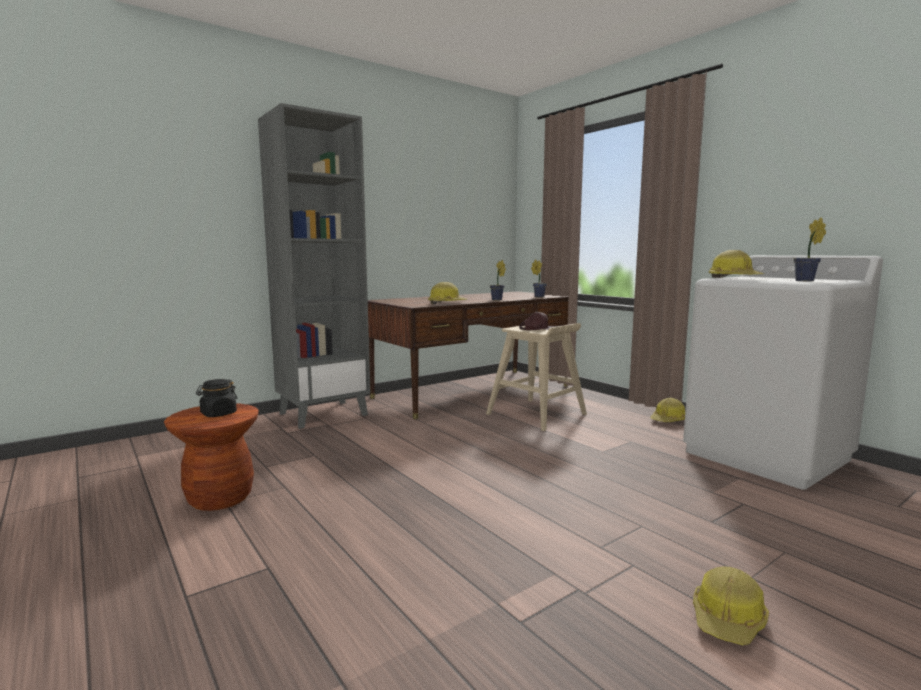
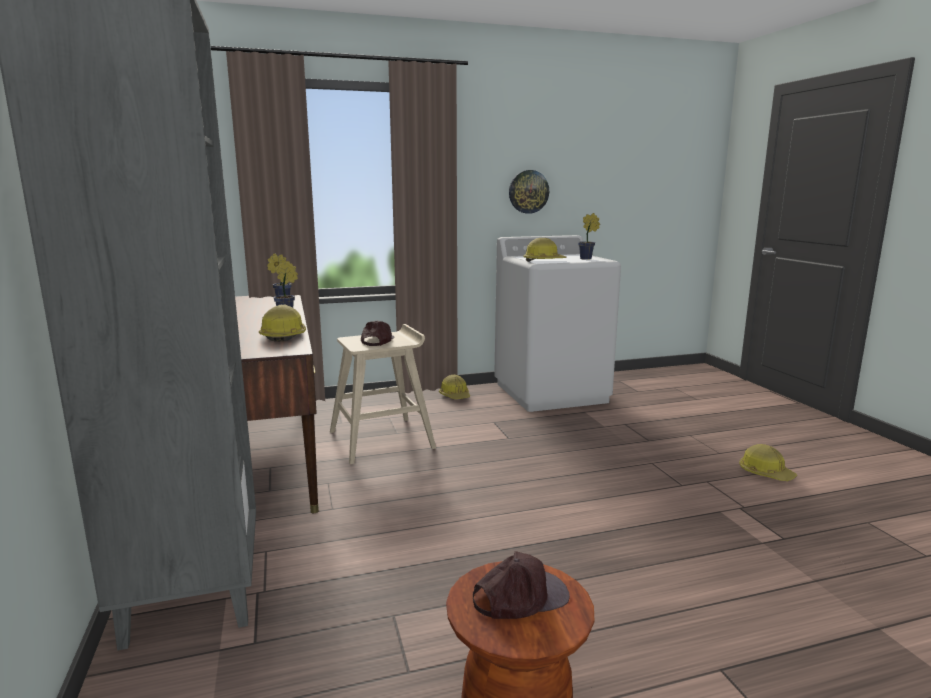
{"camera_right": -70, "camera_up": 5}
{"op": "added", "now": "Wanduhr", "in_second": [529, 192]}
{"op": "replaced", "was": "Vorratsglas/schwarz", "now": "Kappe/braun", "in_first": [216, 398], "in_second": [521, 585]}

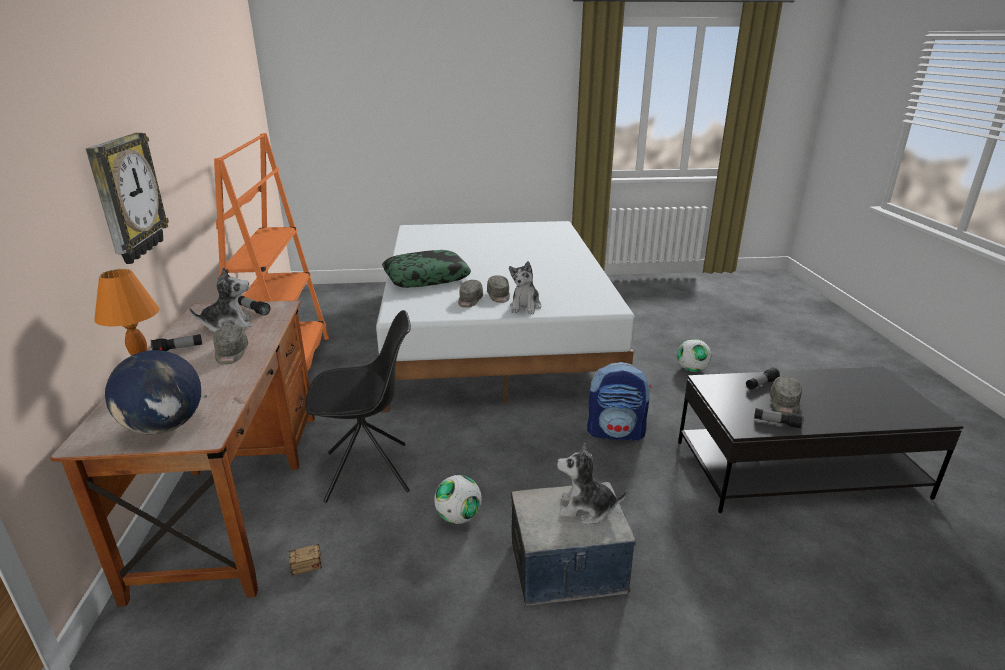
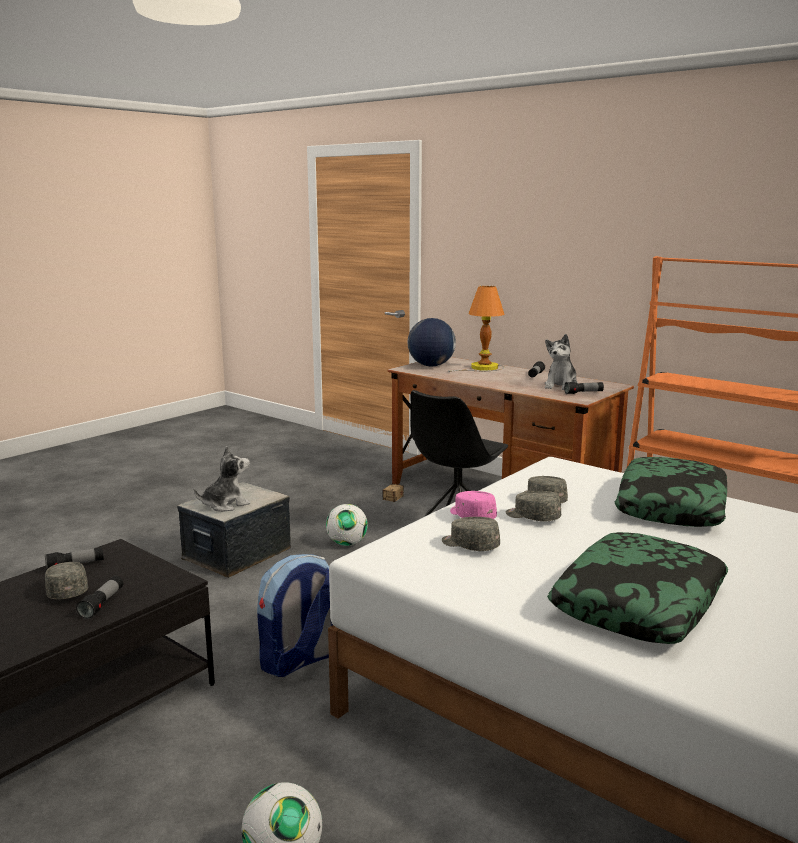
{"camera_right": 135, "camera_up": -10}
{"op": "removed", "was": "Wanduhr", "in_first": [127, 198]}
{"op": "added", "now": "Kissen", "in_second": [638, 588]}
{"op": "moved", "was": "Kappe/grau", "in_first": [230, 344], "in_second": [471, 534]}
{"op": "replaced", "was": "Plüschtier", "now": "Kappe/rosa", "in_first": [525, 288], "in_second": [473, 505]}

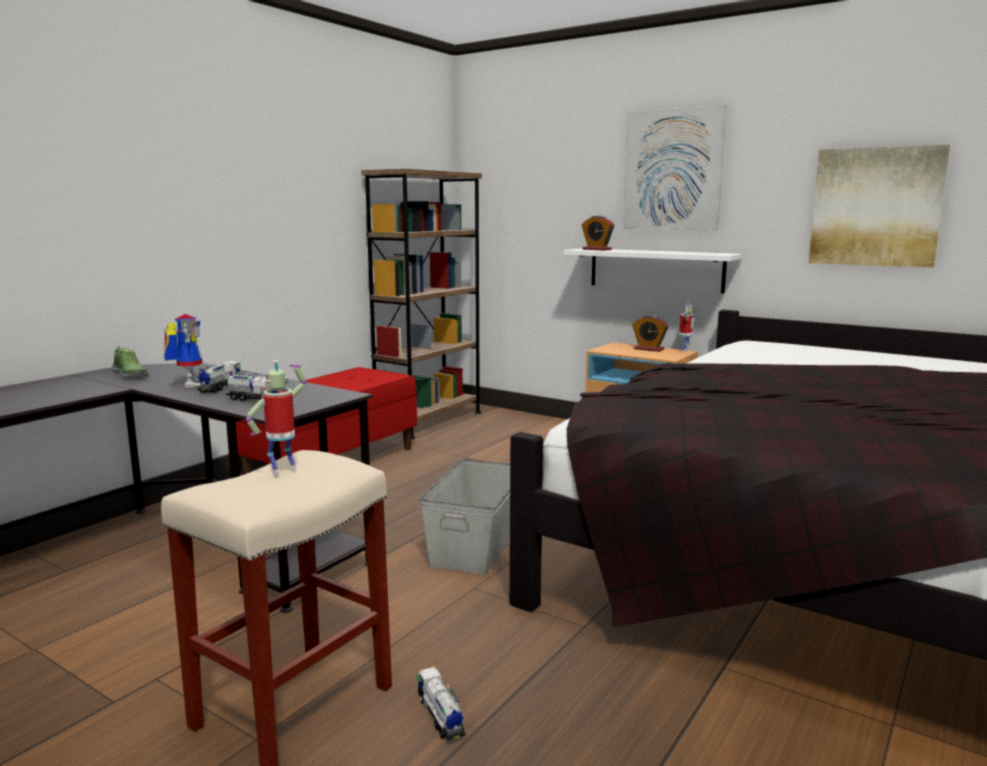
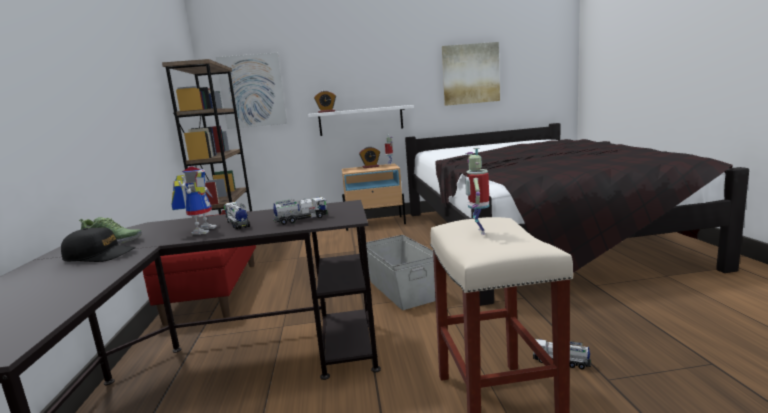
{"camera_right": -40, "camera_up": 0}
{"op": "added", "now": "Kappe/schwarz", "in_second": [98, 245]}
{"op": "moved", "was": "Bild", "in_first": [675, 167], "in_second": [251, 91]}
{"op": "turned", "was": "Spielzeugroboter", "in_first": [183, 350], "in_second": [194, 200], "clockwise": 60}

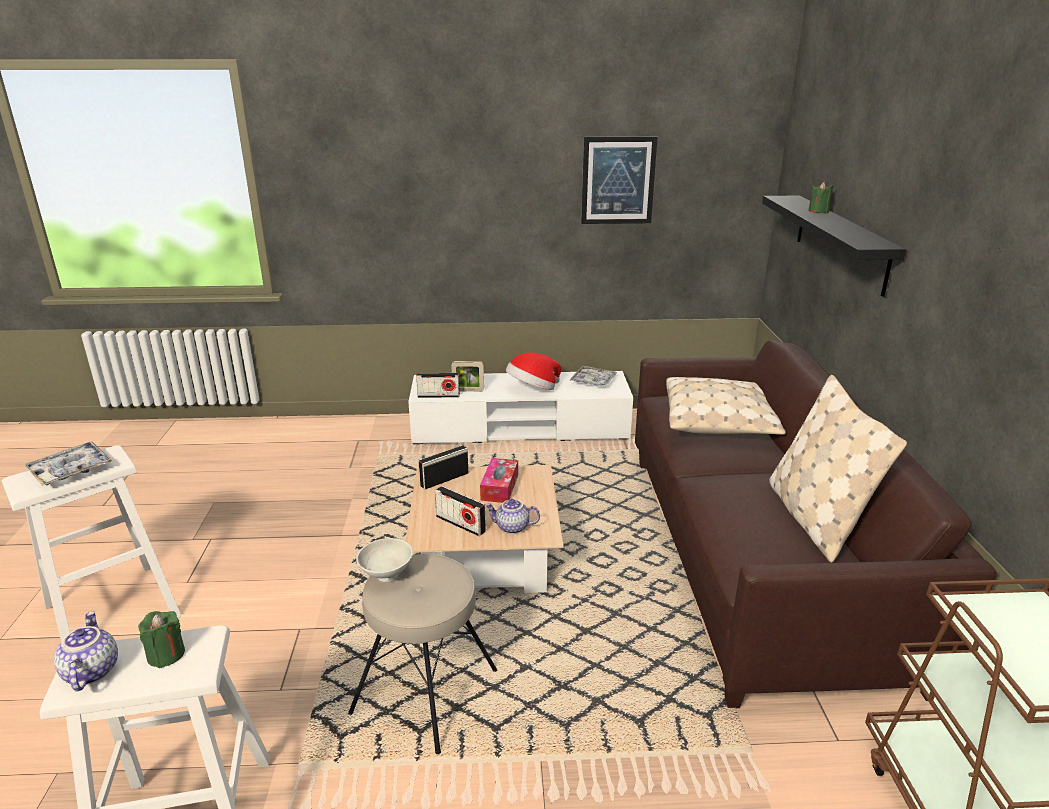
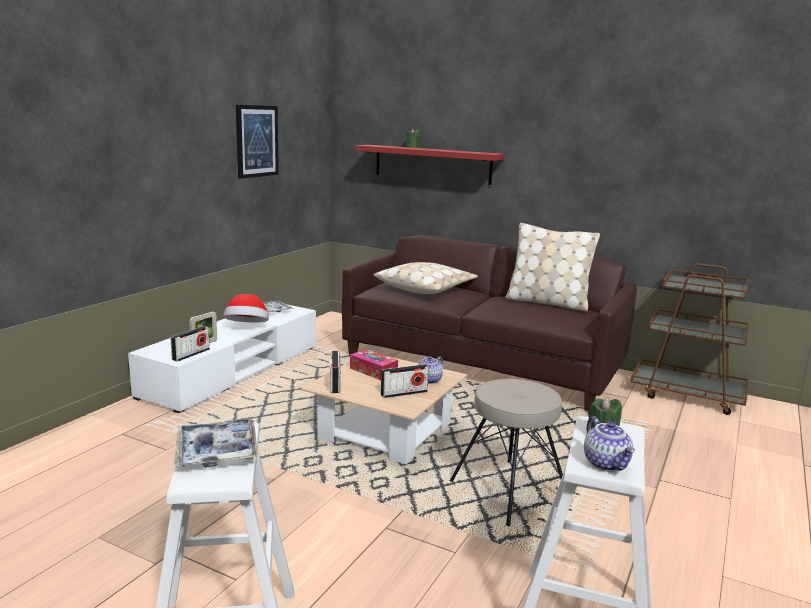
{"camera_right": -60, "camera_up": -10}
{"op": "removed", "was": "Schüssel/weiß", "in_first": [384, 560]}
{"op": "recoloured", "was": "Wandregal/schwarz", "now": "Wandregal/rot", "in_first": [834, 246], "in_second": [430, 165]}
{"op": "turned", "was": "Teekanne", "in_first": [86, 651], "in_second": [609, 444], "clockwise": -120}

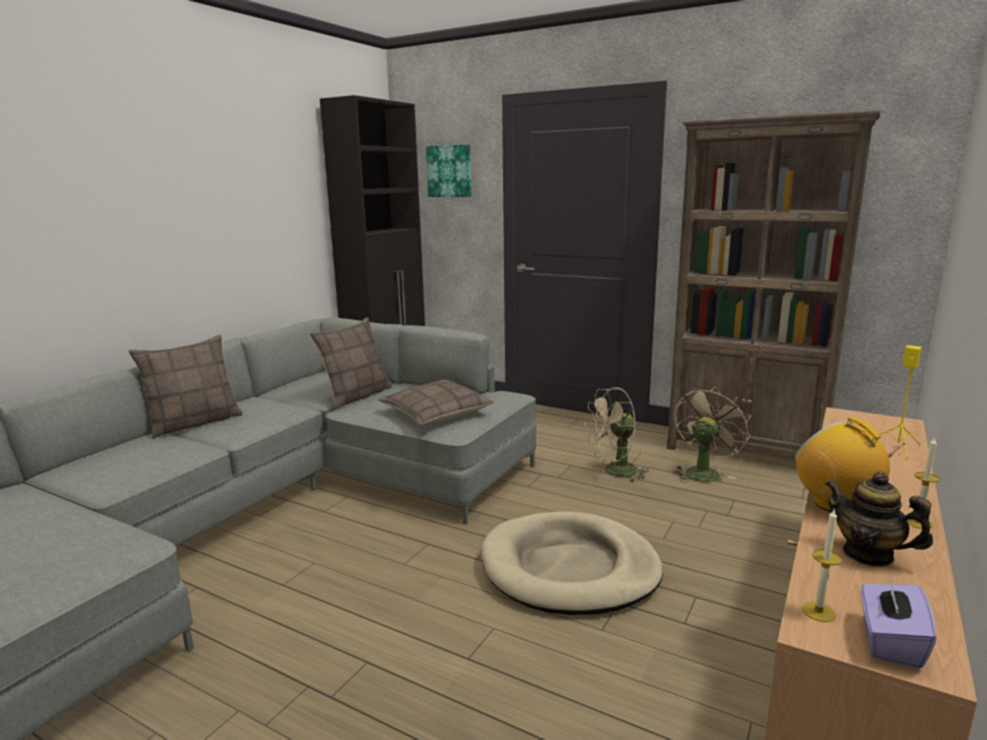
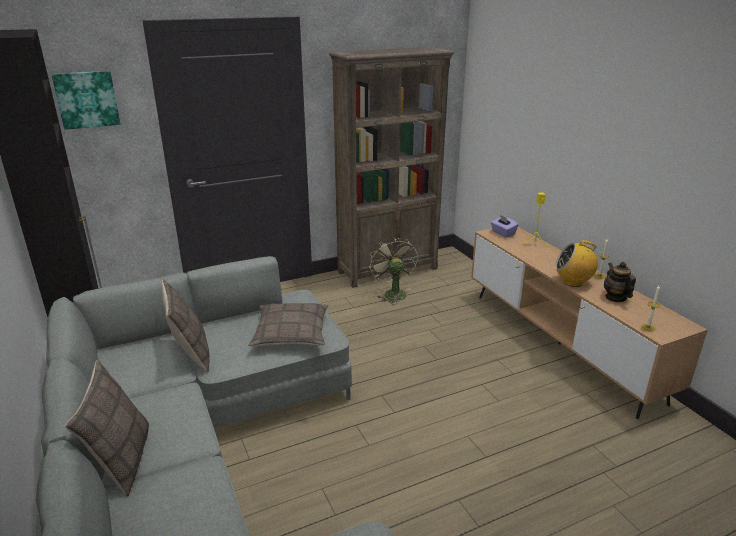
{"camera_right": -55, "camera_up": 10}
{"op": "removed", "was": "Hundebett/beige", "in_first": [572, 563]}
{"op": "removed", "was": "Ventilator/beige", "in_first": [616, 435]}
{"op": "moved", "was": "Taschentuchbox/lila", "in_first": [898, 621], "in_second": [504, 226]}
{"op": "turned", "was": "Teekanne", "in_first": [879, 519], "in_second": [620, 282], "clockwise": 90}

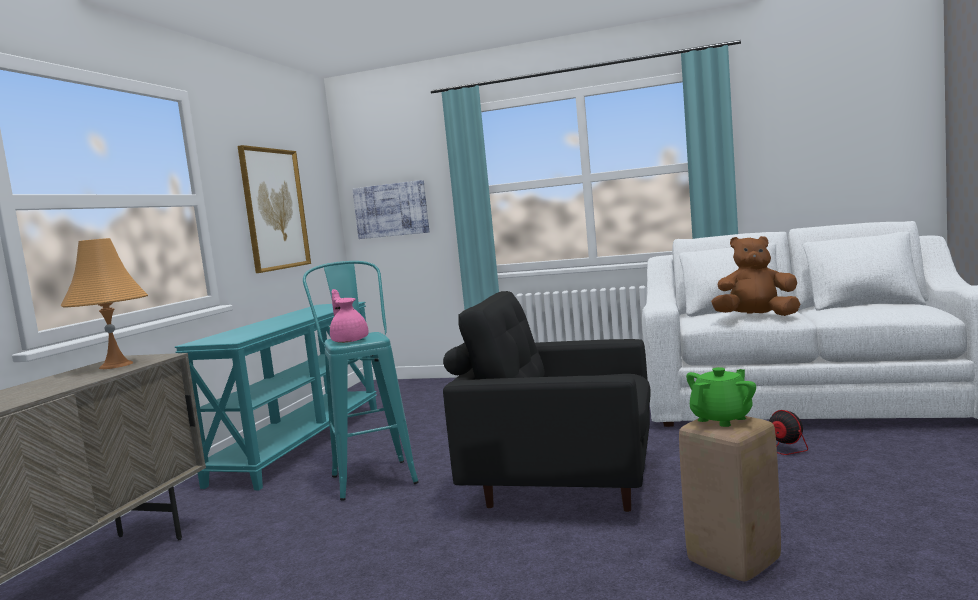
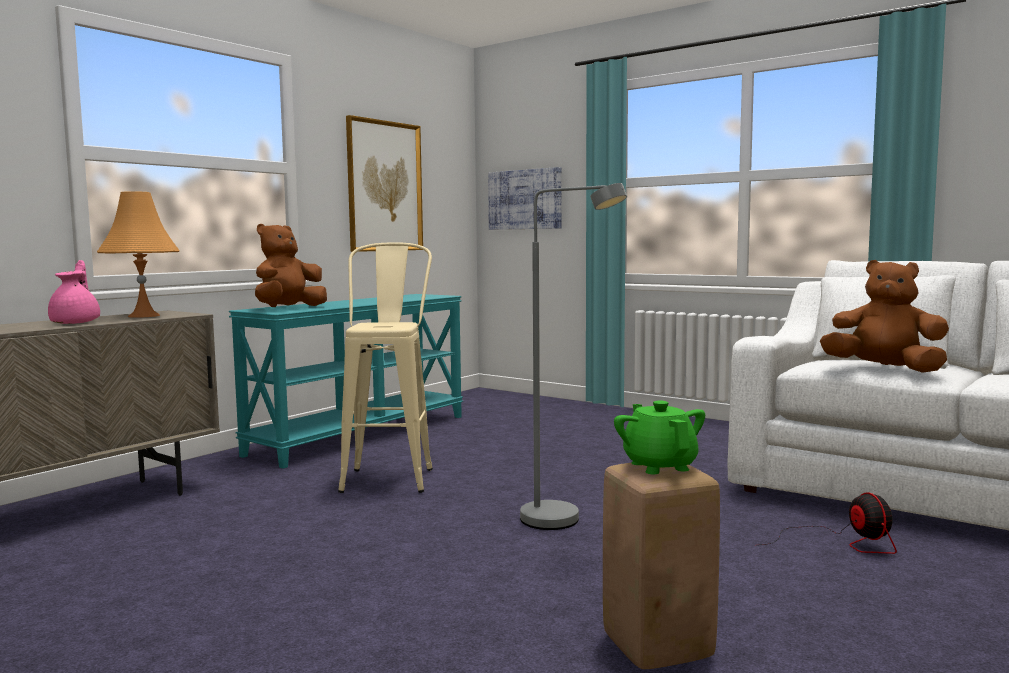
{"camera_right": 20, "camera_up": 0}
{"op": "added", "now": "Plüschtier/braun", "in_second": [291, 265]}
{"op": "moved", "was": "Teekanne/rosa", "in_first": [349, 316], "in_second": [74, 292]}
{"op": "replaced", "was": "Sessel/schwarz", "now": "Stehlampe/grau", "in_first": [547, 401], "in_second": [573, 356]}
{"op": "recoloured", "was": "Hocker/türkis", "now": "Hocker/beige", "in_first": [361, 380], "in_second": [385, 367]}
{"op": "turned", "was": "Teekanne/grün", "in_first": [721, 397], "in_second": [659, 437], "clockwise": -90}

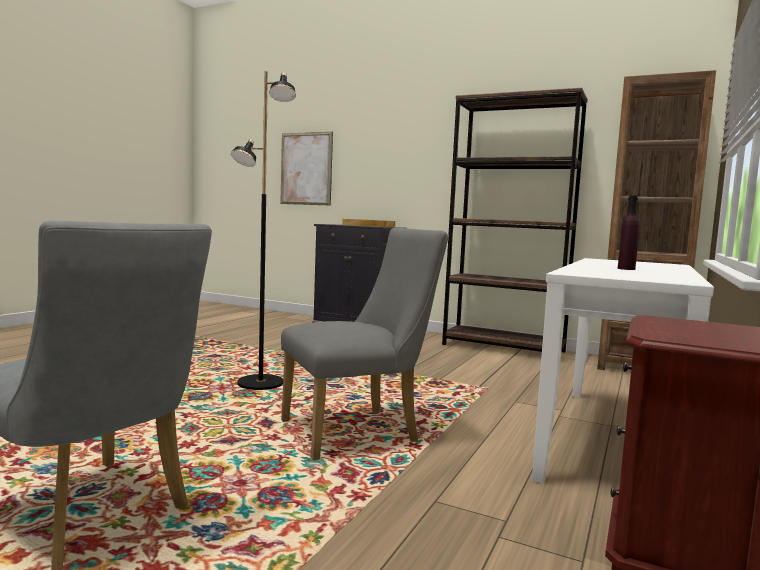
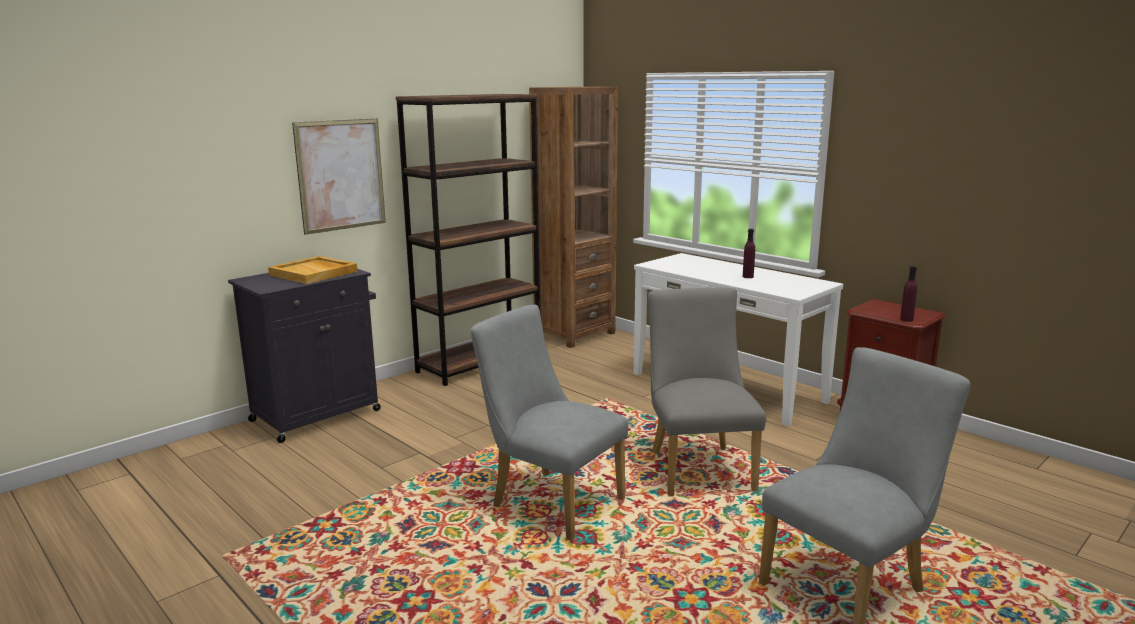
{"camera_right": -70, "camera_up": 10}
{"op": "added", "now": "Flasche/lila", "in_second": [908, 294]}
{"op": "moved", "was": "Bild", "in_first": [306, 169], "in_second": [339, 177]}
{"op": "replaced", "was": "Stehlampe/schwarz", "now": "Stuhl/grau", "in_first": [263, 230], "in_second": [549, 423]}

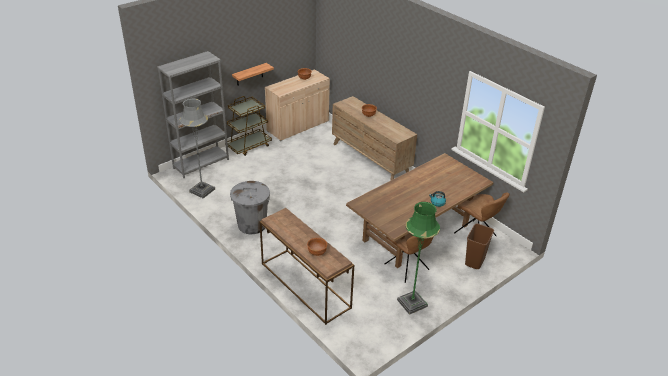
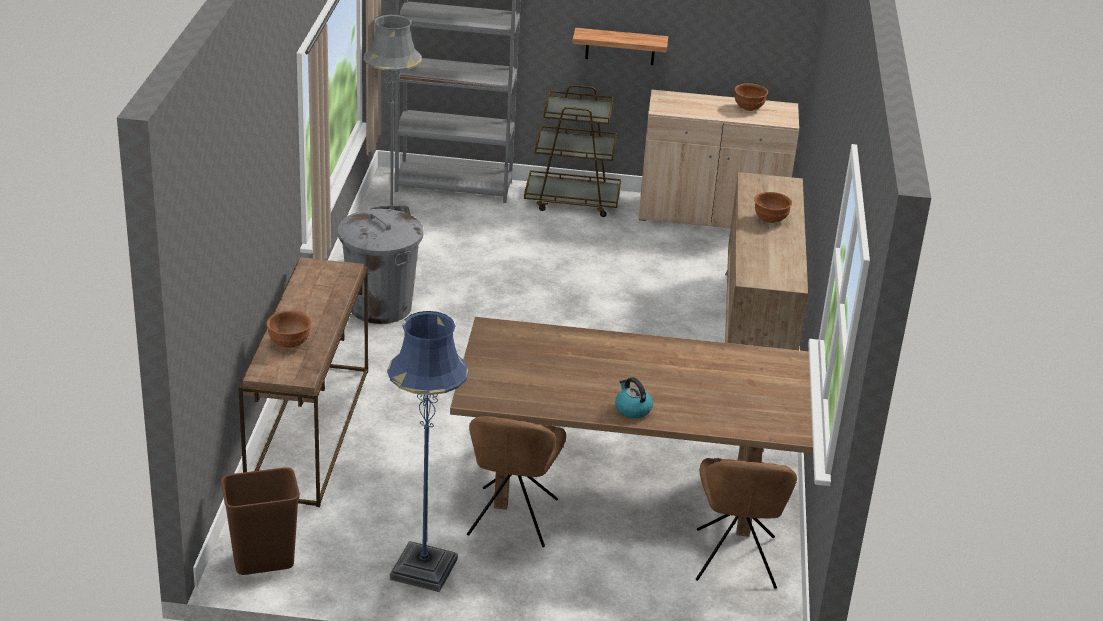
{"camera_right": 45, "camera_up": -5}
{"op": "moved", "was": "Mülleimer/braun", "in_first": [479, 246], "in_second": [260, 521]}
{"op": "recoloured", "was": "Stehlampe/grün", "now": "Stehlampe/blau", "in_first": [418, 258], "in_second": [428, 451]}

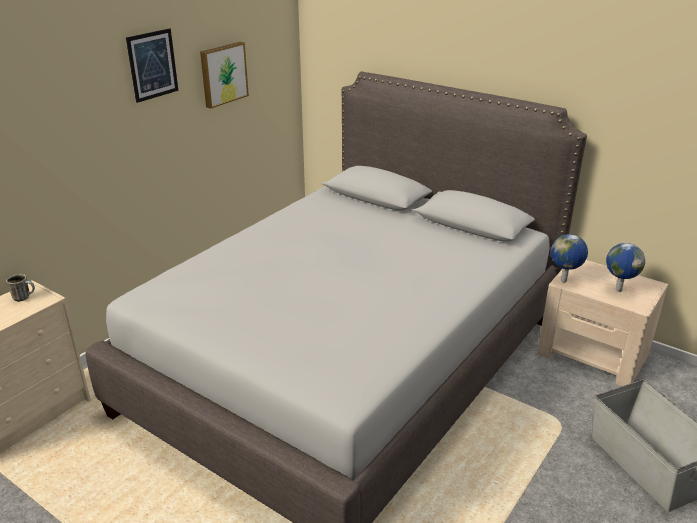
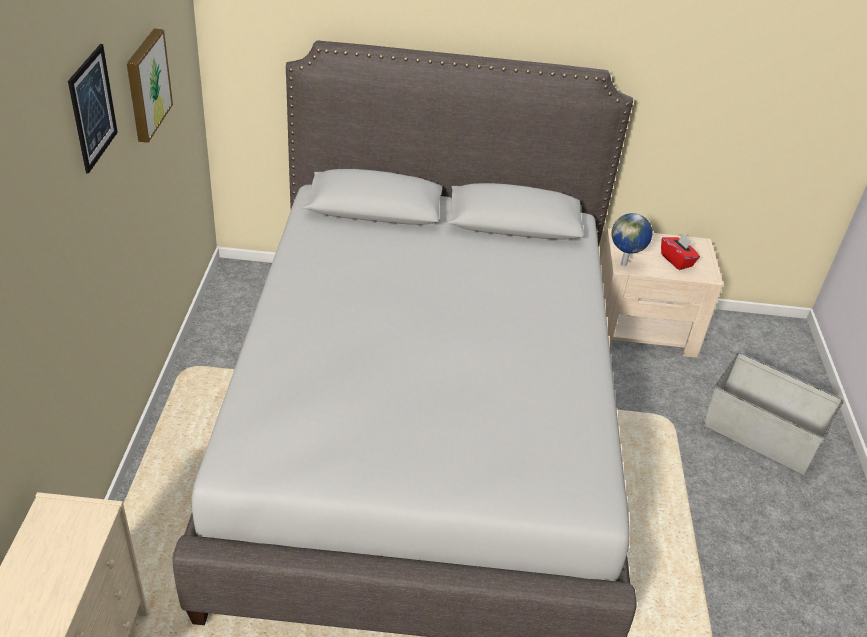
{"camera_right": -35, "camera_up": 10}
{"op": "removed", "was": "Henkelbecher", "in_first": [20, 288]}
{"op": "replaced", "was": "Globus", "now": "Taschentuchbox/rot", "in_first": [625, 267], "in_second": [680, 251]}

